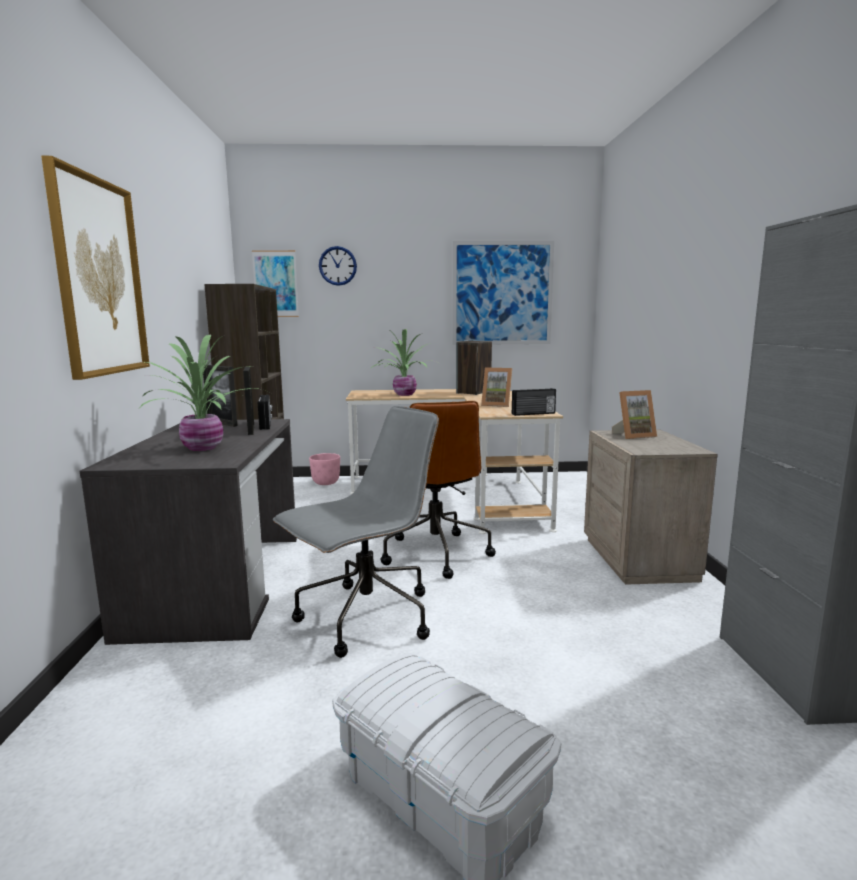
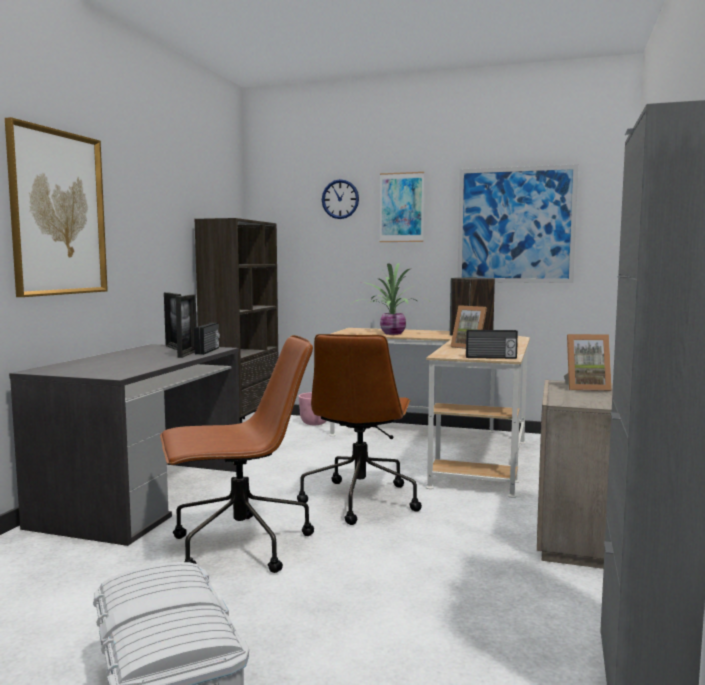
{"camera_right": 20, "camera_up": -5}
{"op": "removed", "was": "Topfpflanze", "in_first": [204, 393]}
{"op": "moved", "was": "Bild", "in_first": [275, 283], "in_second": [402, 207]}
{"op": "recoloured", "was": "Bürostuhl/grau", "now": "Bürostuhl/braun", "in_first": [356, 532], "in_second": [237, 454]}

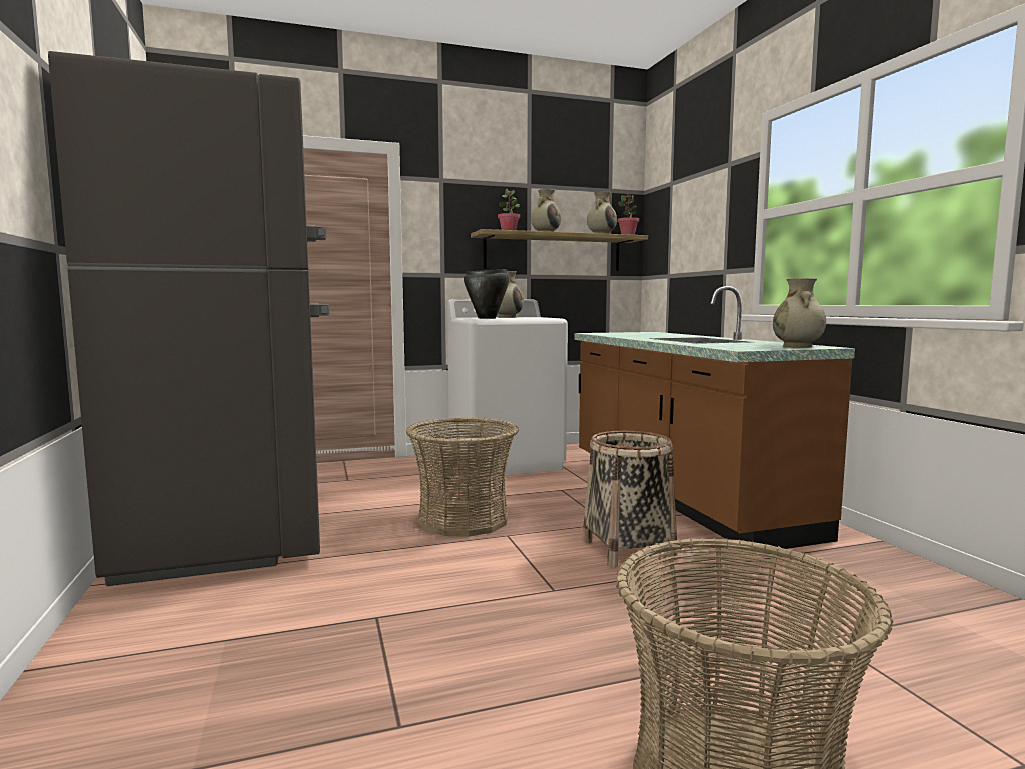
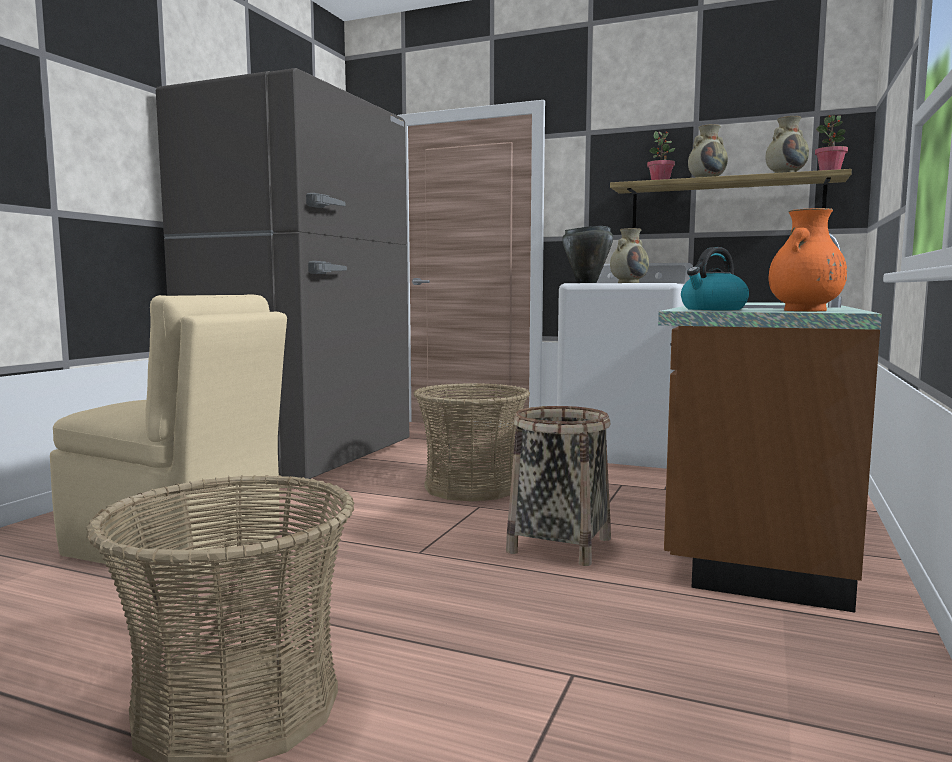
{"camera_right": 40, "camera_up": 0}
{"op": "added", "now": "Stuhl/beige", "in_second": [168, 436]}
{"op": "added", "now": "Wasserkessel", "in_second": [715, 278]}
{"op": "recoloured", "was": "Vase/beige", "now": "Vase/orange", "in_first": [799, 313], "in_second": [808, 259]}

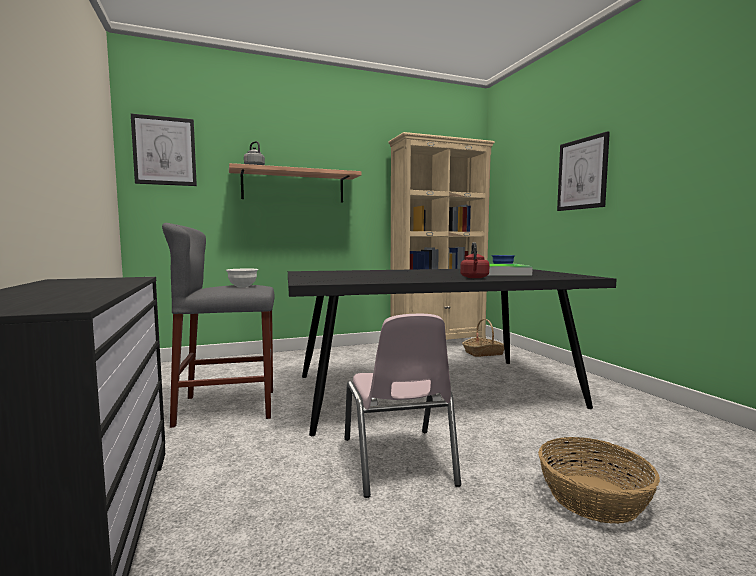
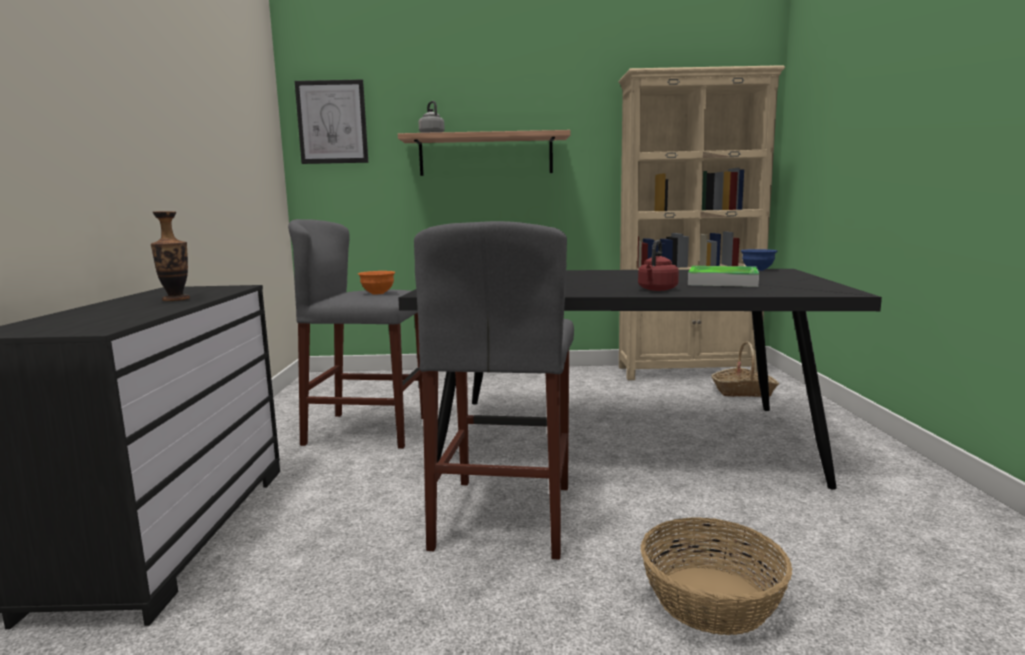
{"camera_right": 20, "camera_up": 5}
{"op": "removed", "was": "Bild", "in_first": [583, 171]}
{"op": "added", "now": "Vase", "in_second": [170, 256]}
{"op": "replaced", "was": "Stuhl/rosa", "now": "Hocker/grau", "in_first": [403, 406], "in_second": [494, 390]}
{"op": "recoloured", "was": "Schüssel/weiß", "now": "Schüssel/orange", "in_first": [242, 278], "in_second": [376, 282]}

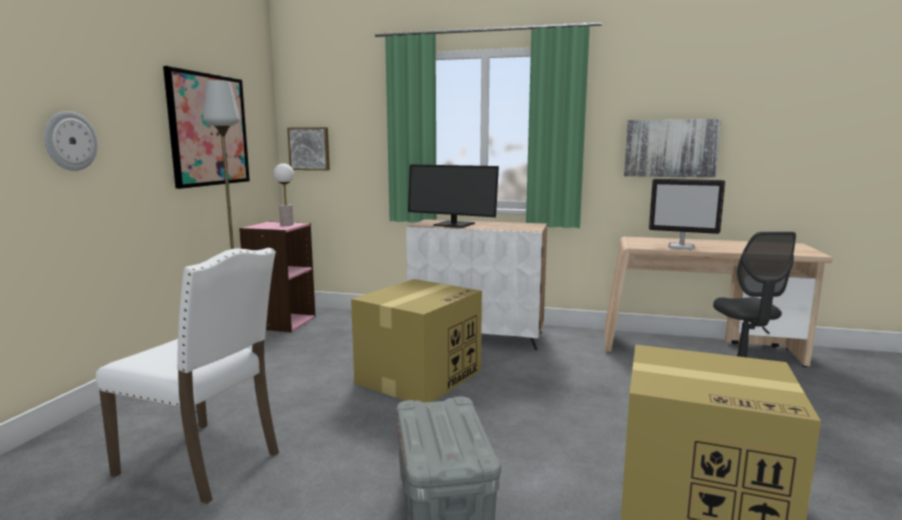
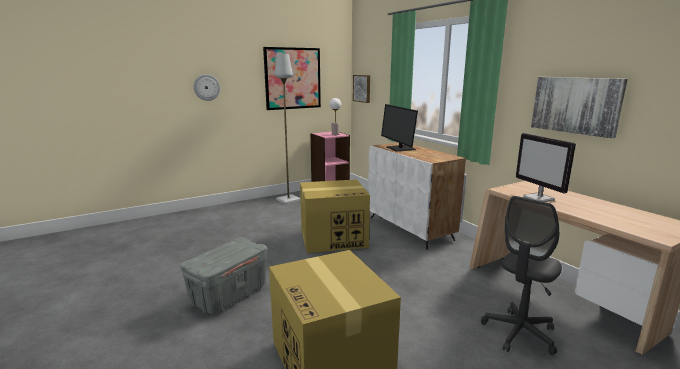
{"camera_right": 45, "camera_up": 5}
{"op": "removed", "was": "Stuhl/weiß", "in_first": [187, 376]}

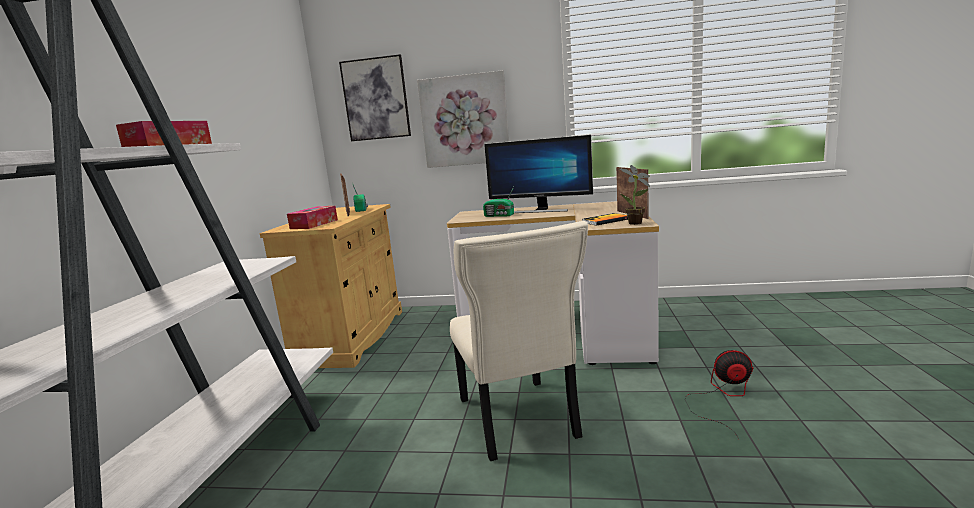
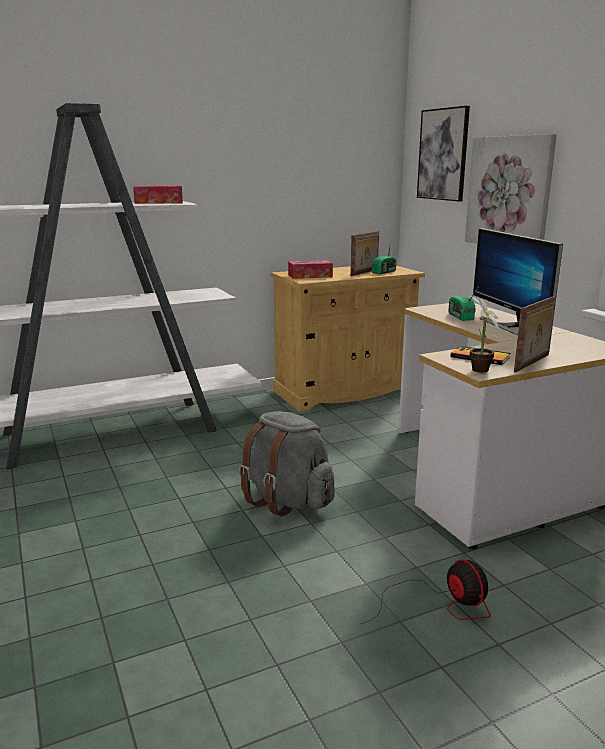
{"camera_right": 55, "camera_up": 5}
{"op": "replaced", "was": "Stuhl/beige", "now": "Rucksack/grau", "in_first": [519, 341], "in_second": [287, 463]}

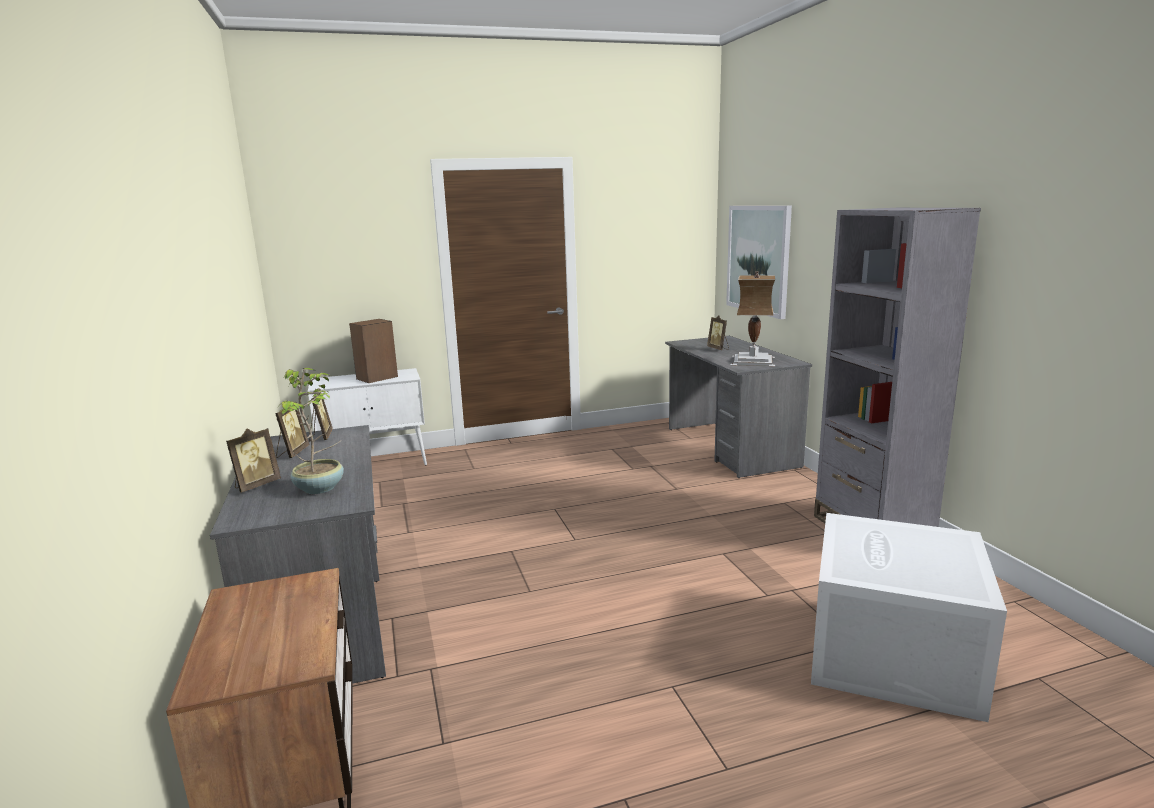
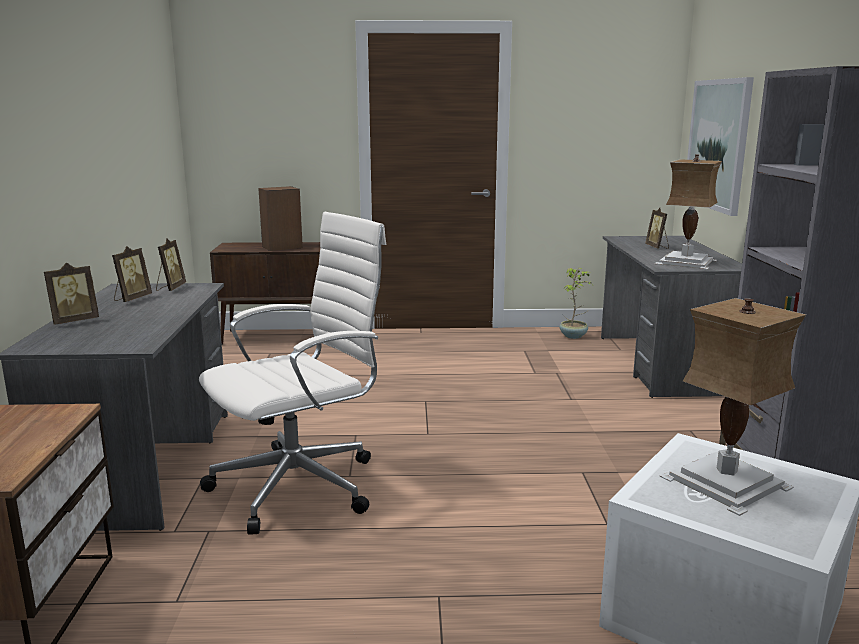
{"camera_right": 15, "camera_up": 0}
{"op": "added", "now": "Bürostuhl/weiß", "in_second": [292, 373]}
{"op": "added", "now": "Tischlampe", "in_second": [733, 407]}
{"op": "moved", "was": "Topfpflanze", "in_first": [310, 431], "in_second": [576, 303]}
{"op": "recoloured", "was": "Schrank/weiß", "now": "Schrank/braun", "in_first": [367, 416], "in_second": [265, 293]}

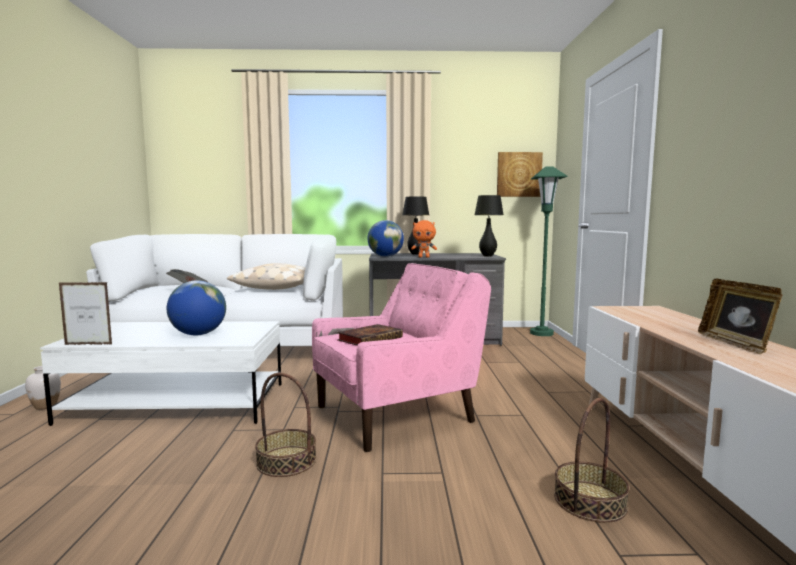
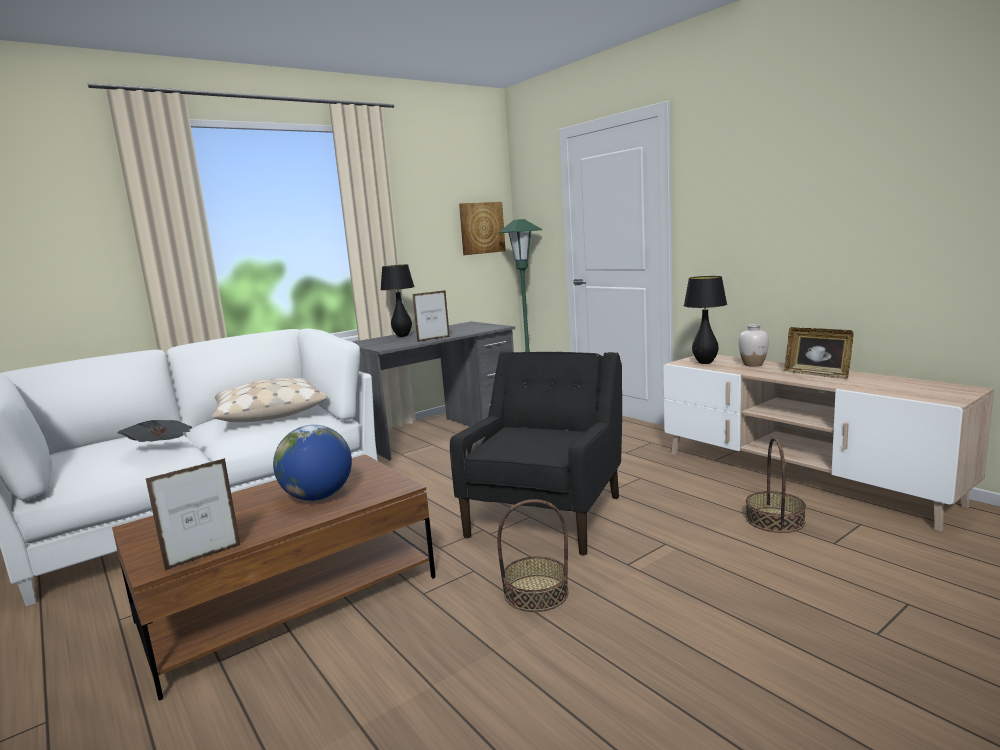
{"camera_right": -35, "camera_up": 5}
{"op": "removed", "was": "Buch", "in_first": [370, 334]}
{"op": "removed", "was": "Globus", "in_first": [385, 238]}
{"op": "moved", "was": "Vase/weiß", "in_first": [43, 388], "in_second": [754, 345]}
{"op": "moved", "was": "Tischlampe/schwarz", "in_first": [489, 226], "in_second": [705, 320]}
{"op": "replaced", "was": "Plüschtier/orange", "now": "Bilderrahmen", "in_first": [424, 239], "in_second": [431, 316]}
{"op": "recoloured", "was": "Couchtisch/weiß", "now": "Couchtisch/braun", "in_first": [160, 373], "in_second": [274, 577]}
{"op": "recoloured", "was": "Sessel/rosa", "now": "Sessel/schwarz", "in_first": [401, 357], "in_second": [536, 453]}

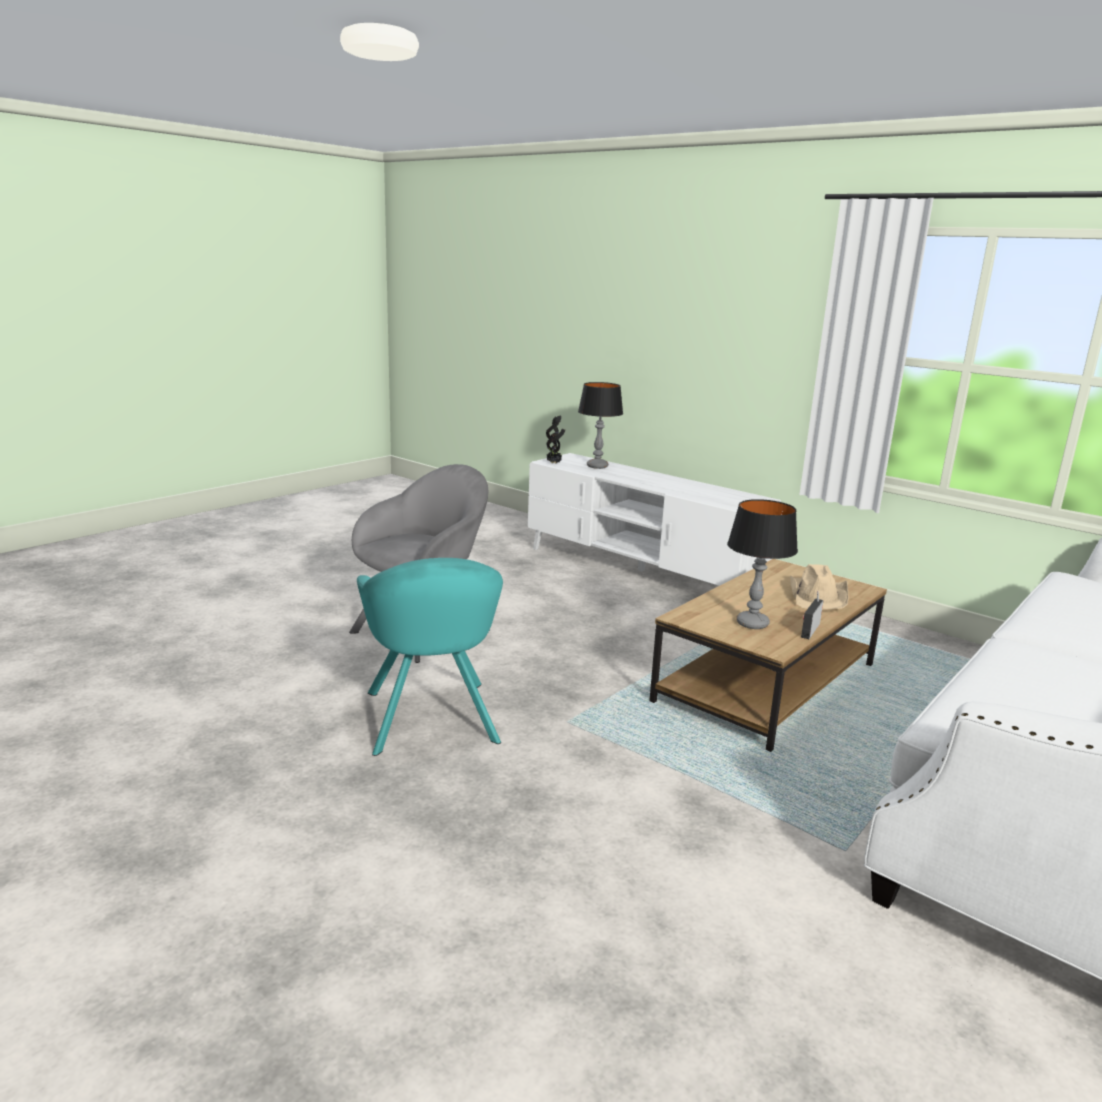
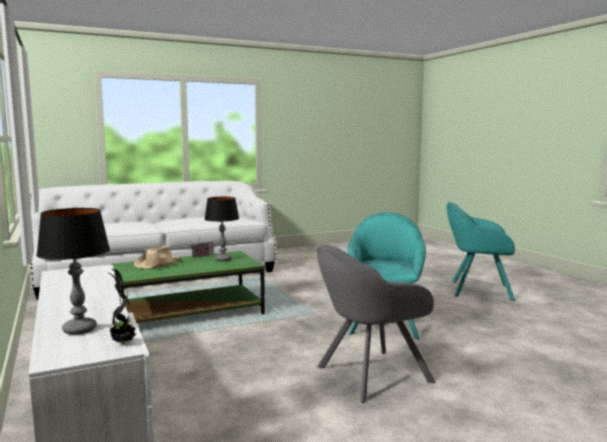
{"camera_right": -155, "camera_up": -10}
{"op": "added", "now": "Sessel/türkis", "in_second": [481, 251]}
{"op": "recoloured", "was": "Couchtisch/braun", "now": "Couchtisch/grün", "in_first": [768, 655], "in_second": [188, 287]}

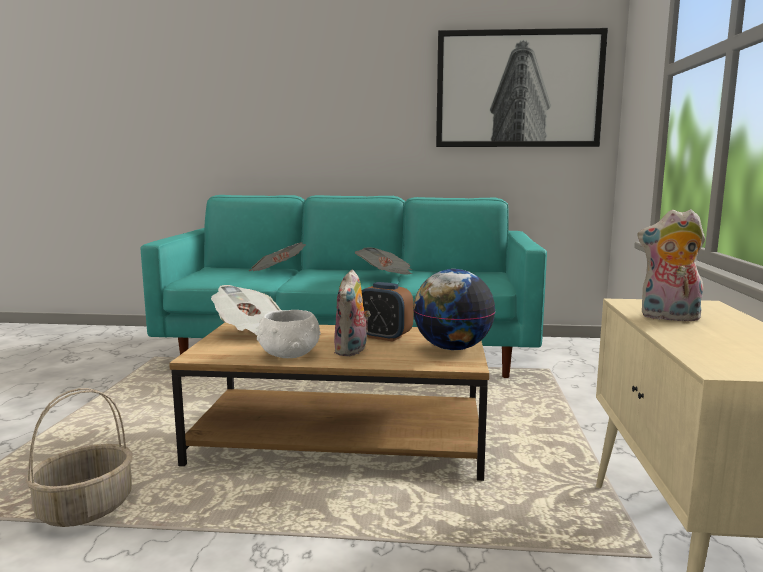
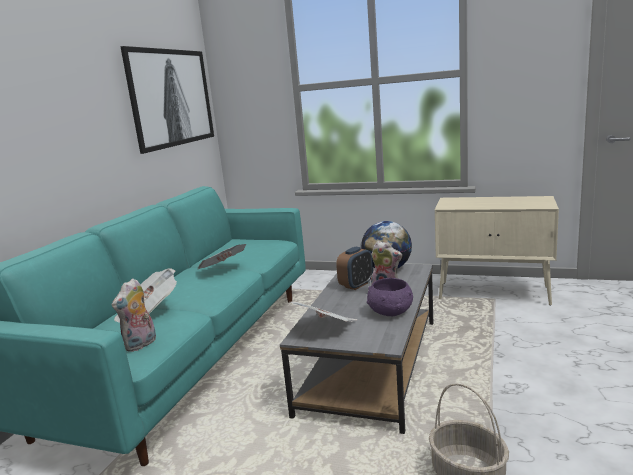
{"camera_right": -75, "camera_up": 5}
{"op": "moved", "was": "Plüschtier", "in_first": [671, 266], "in_second": [134, 315]}
{"op": "recoloured", "was": "Couchtisch/braun", "now": "Couchtisch/grau", "in_first": [329, 401], "in_second": [356, 349]}
{"op": "recoloured", "was": "Schüssel/weiß", "now": "Schüssel/lila", "in_first": [288, 334], "in_second": [390, 297]}

